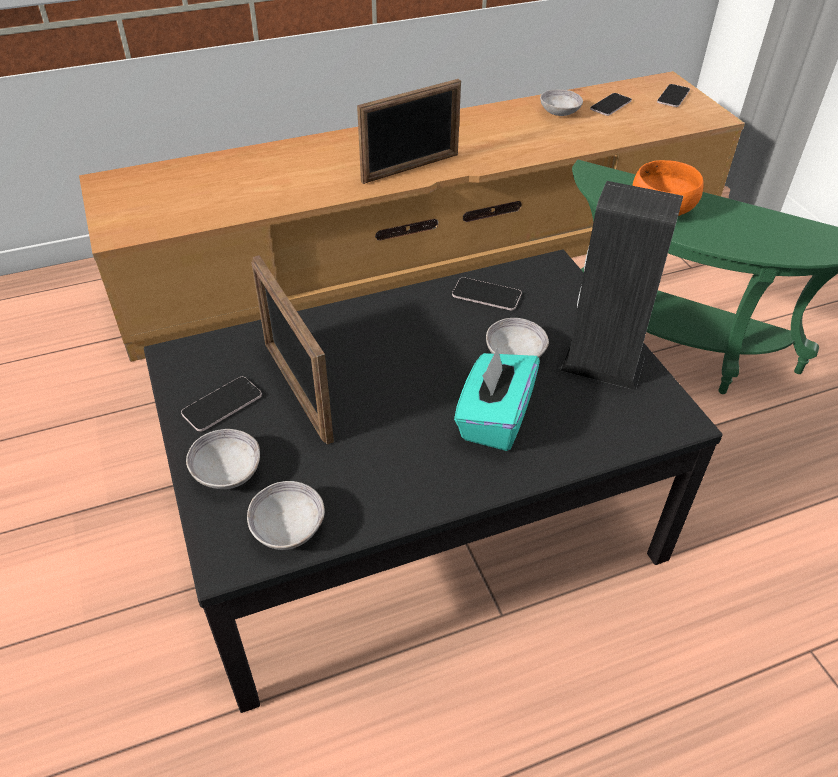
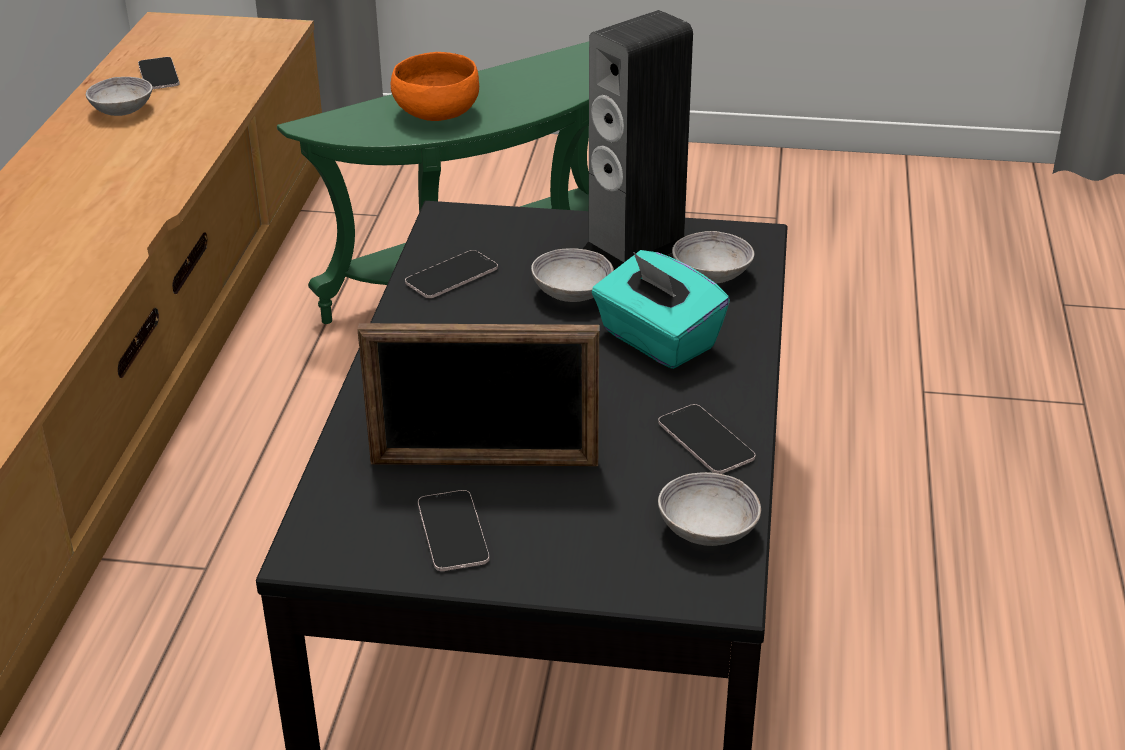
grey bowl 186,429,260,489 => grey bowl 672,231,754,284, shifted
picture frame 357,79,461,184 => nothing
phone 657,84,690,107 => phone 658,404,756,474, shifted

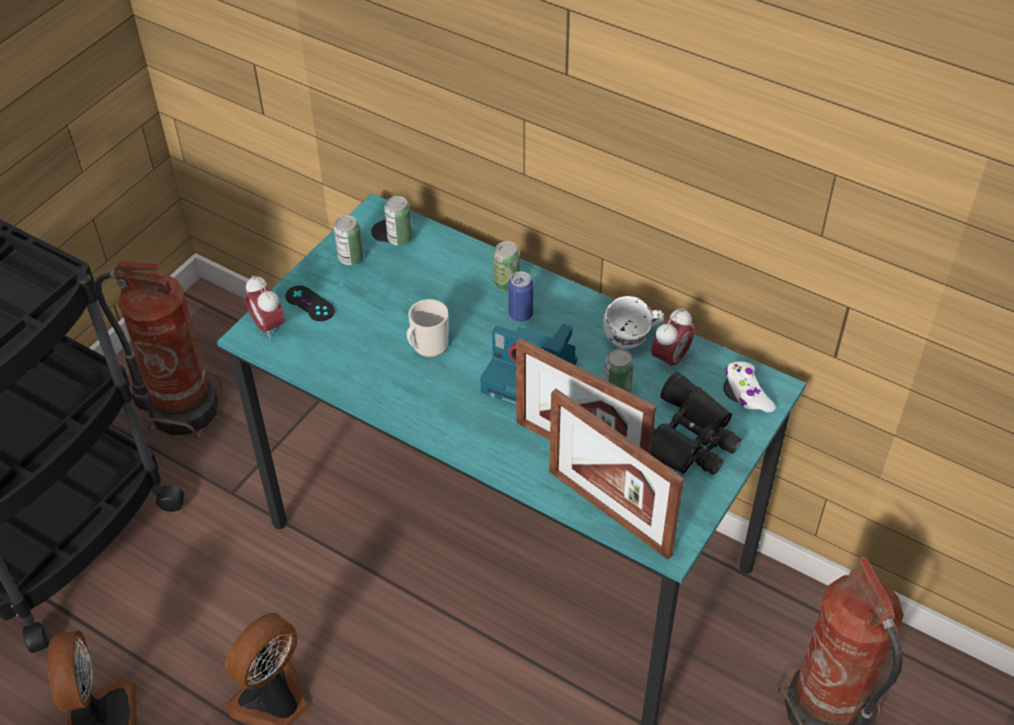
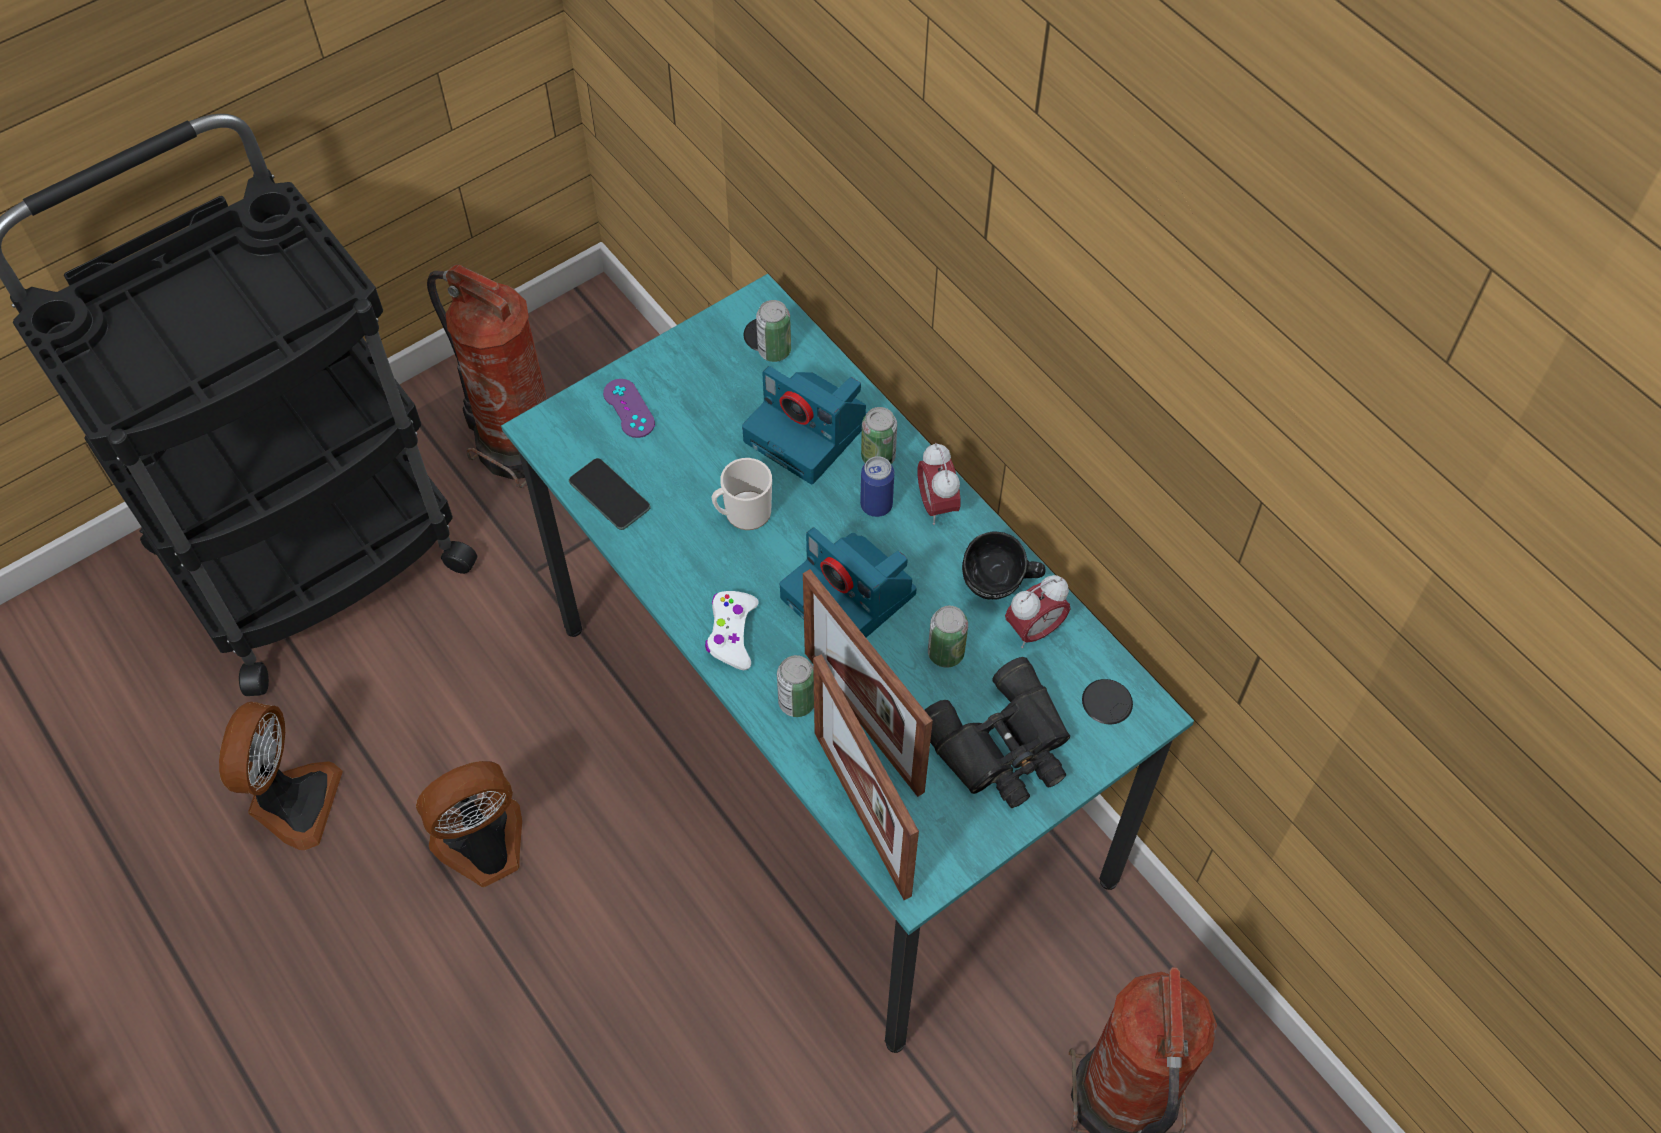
alarm clock 245,275,285,340 => alarm clock 917,443,960,525, shifted
black game controller 286,285,335,321 => purple game controller 603,379,655,438
can 334,215,364,265 => can 777,655,814,717, shifted
white mug 603,296,664,349 => black mug 962,531,1046,600
white game controller 726,362,776,412 => white game controller 705,591,759,670, shifted
nothing => phone 569,458,651,530
nothing => photo camera 742,366,867,484

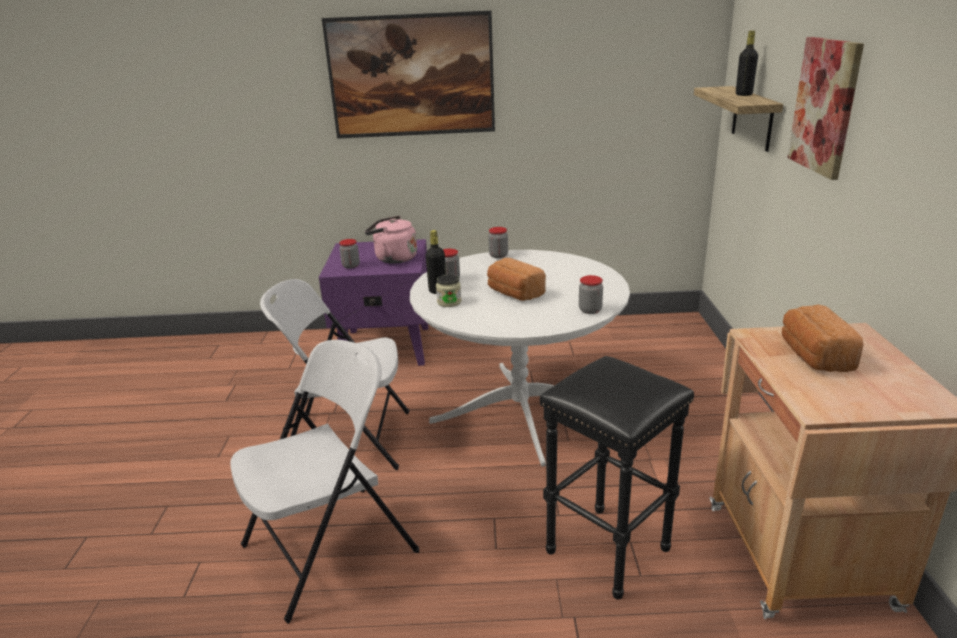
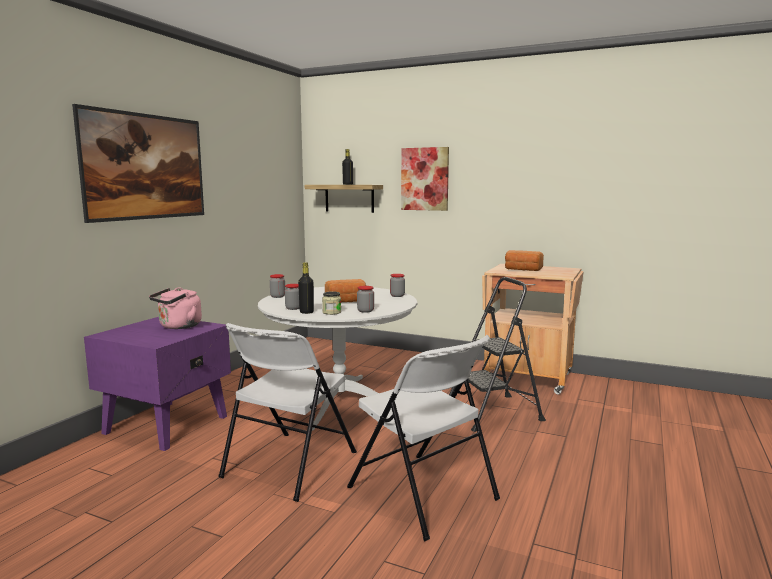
white chair 230,340,419,624 => white chair 347,335,500,542, 150 degrees clockwise
jar 339,239,360,269 => jar 357,286,374,313, shifted
black stool 540,356,694,600 => black step ladder 449,277,546,432

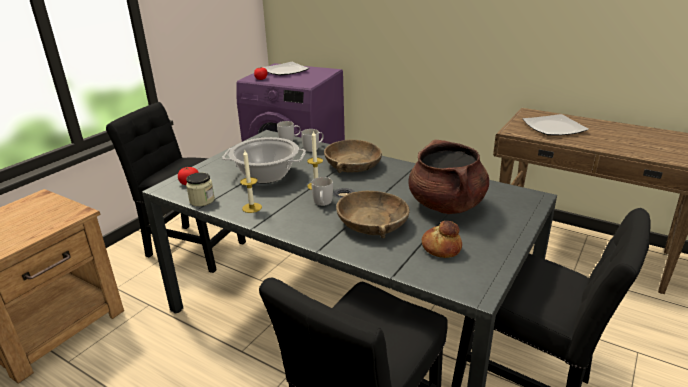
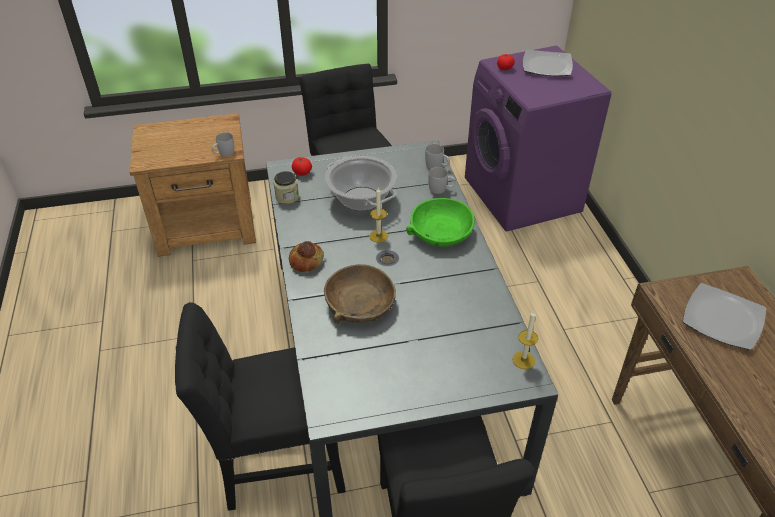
candle 240,150,262,213 => candle 512,311,538,369, shifted
white mug 311,177,333,206 => white mug 212,132,234,156, shifted
brown bowl 324,140,382,173 => green bowl 406,198,475,247
brown cooking pot 409,140,489,214 => nothing
bread 422,221,462,258 => bread 289,241,324,272, shifted

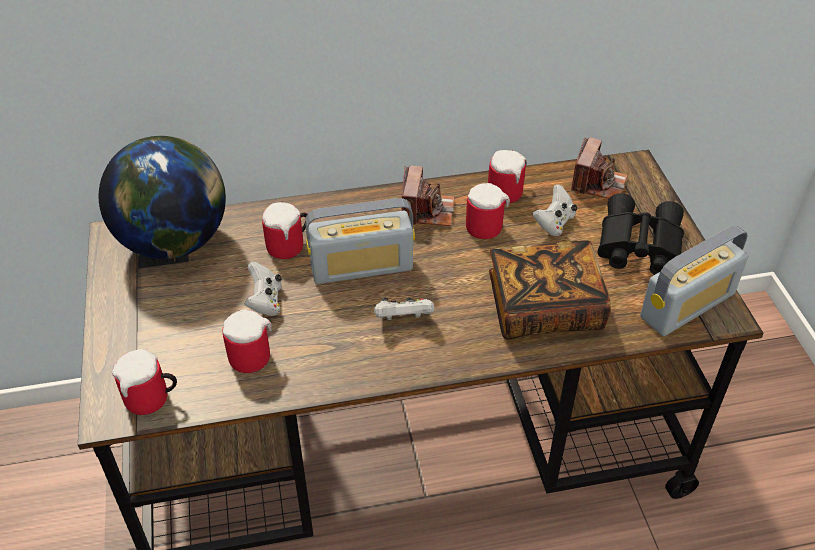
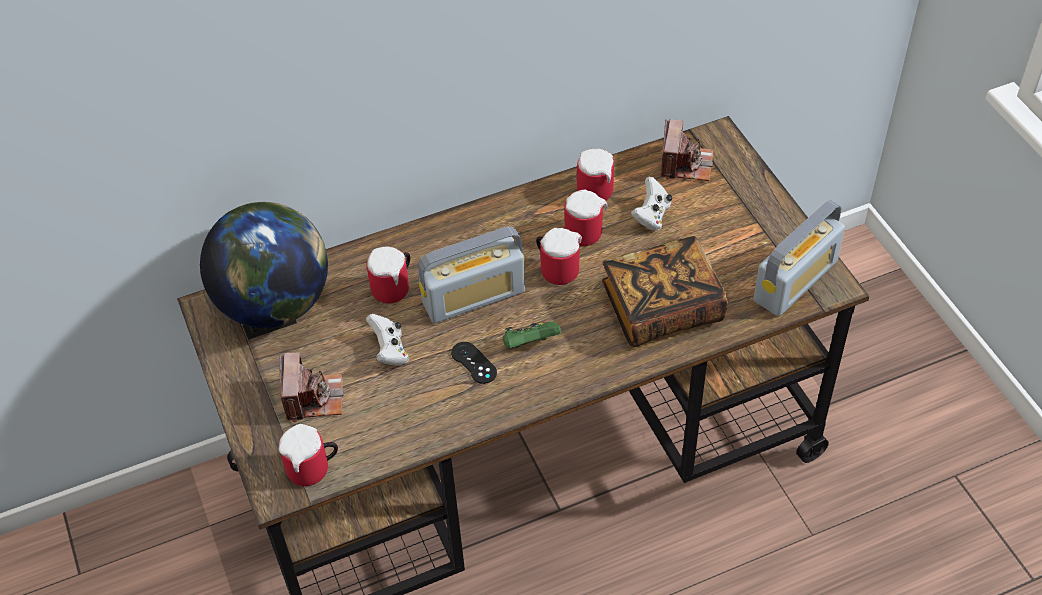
mug 222,309,272,373 => mug 536,228,582,285, shifted
white game controller 374,298,434,320 => green game controller 503,321,561,348
photo camera 402,165,455,226 => photo camera 279,352,344,423, shifted
black binoculars 598,193,684,275 => nothing
nothing => black game controller 451,342,497,384

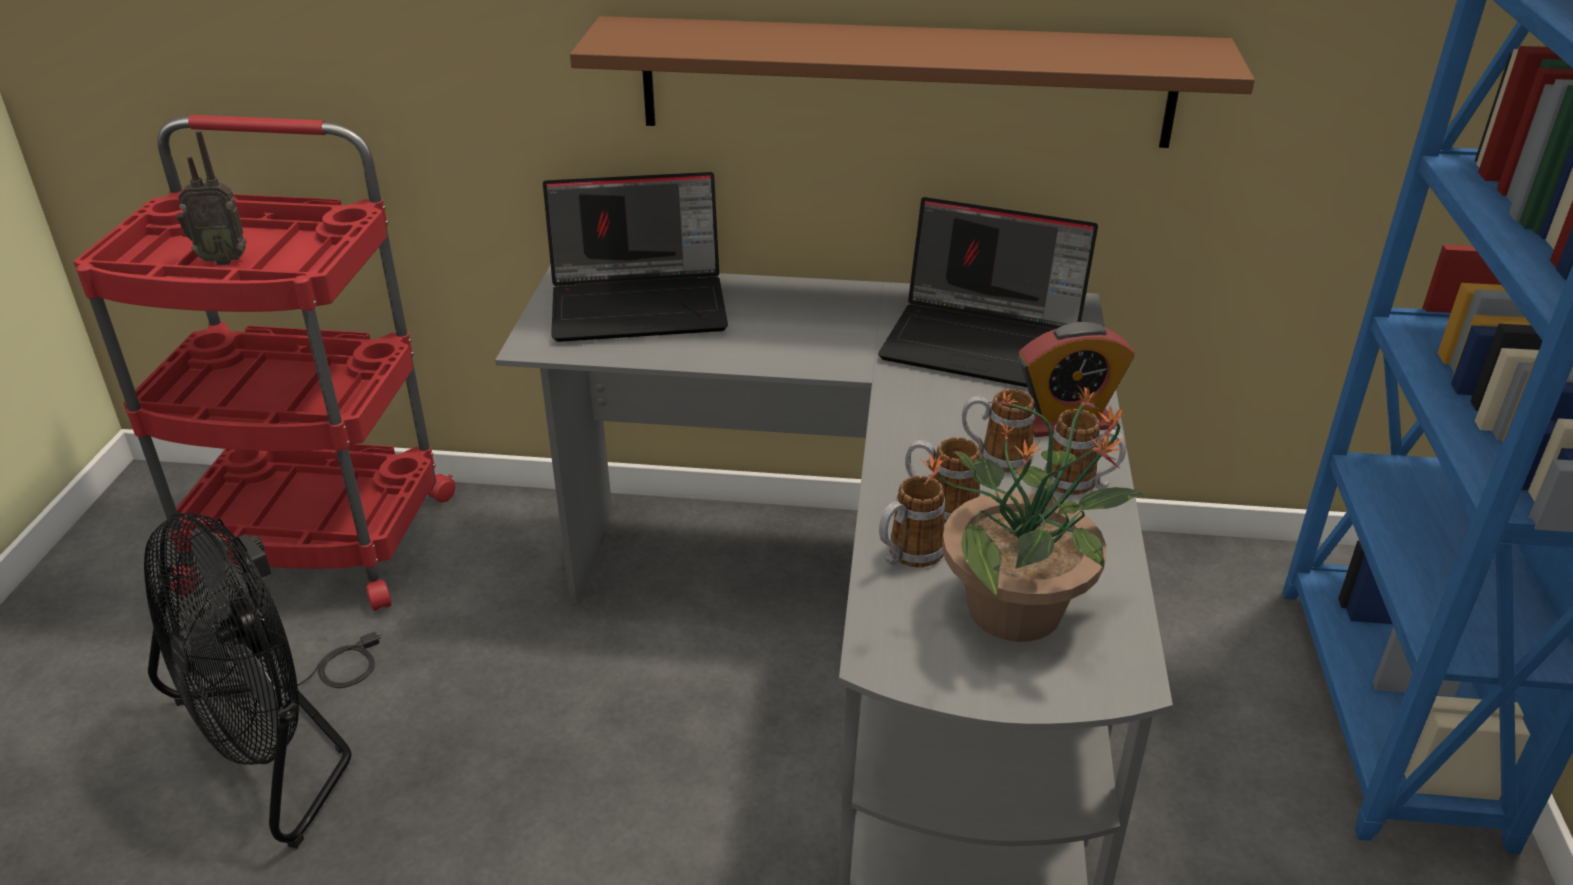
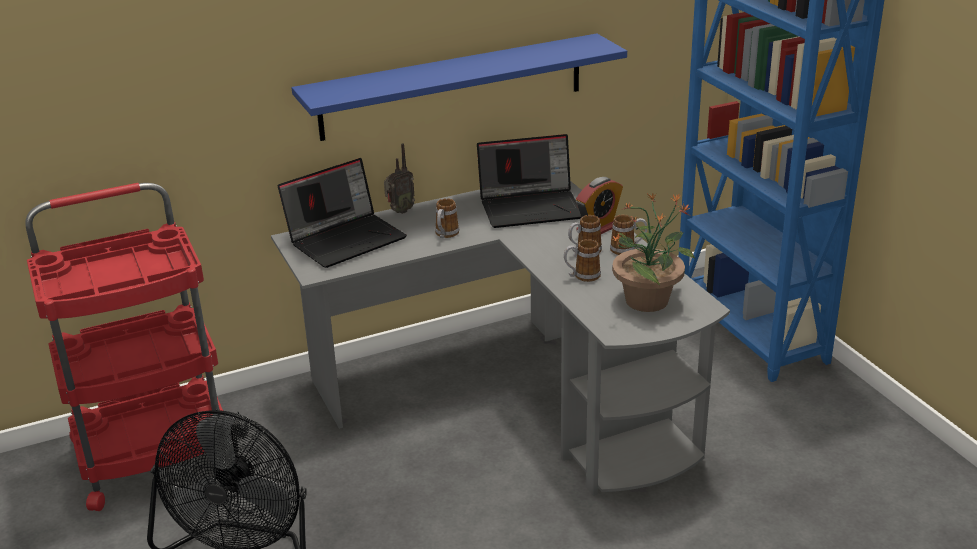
radio 176,130,247,265 => radio 384,143,415,214, shifted
brown shelf 570,16,1255,148 => blue shelf 291,34,627,141
mug 879,476,945,567 => mug 435,198,459,238, shifted

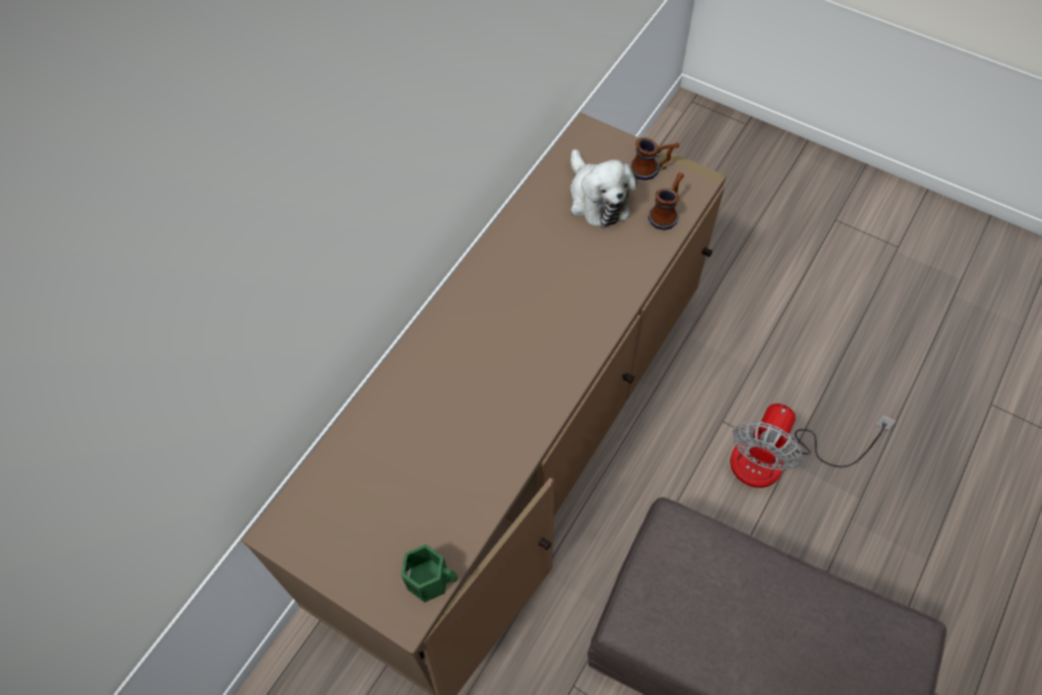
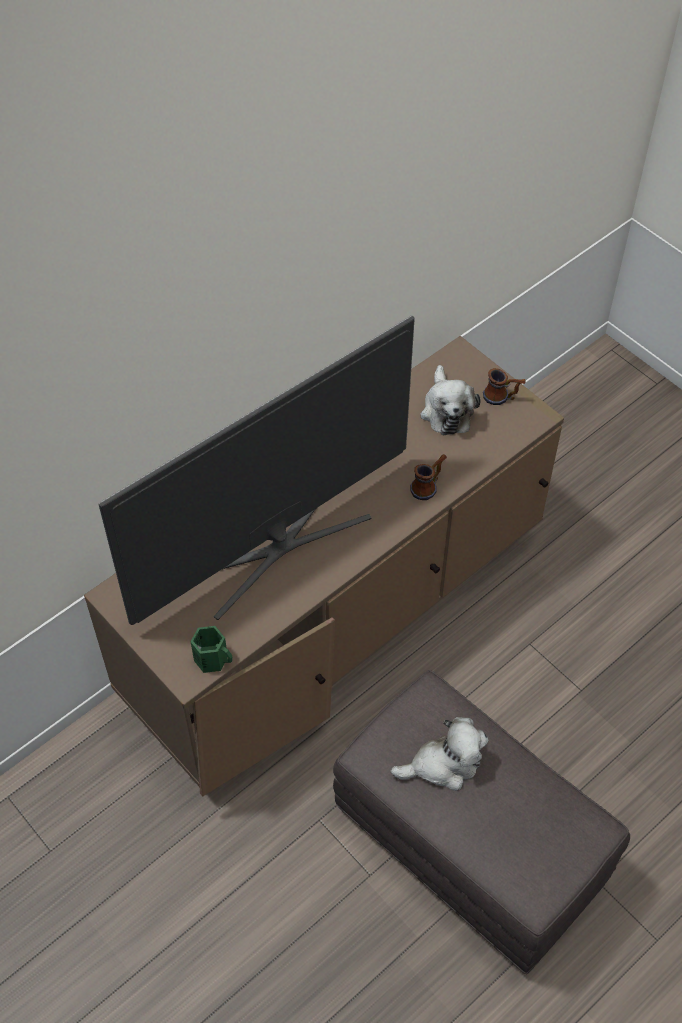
mug 648,173,684,230 => mug 410,454,447,500, shifted
fan 730,403,896,488 => nothing
nothing => television 98,316,415,625
nothing => plush toy 390,717,488,791

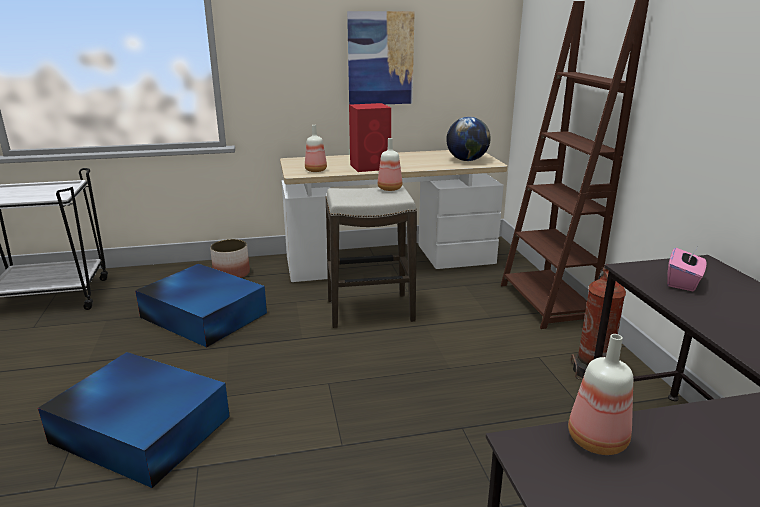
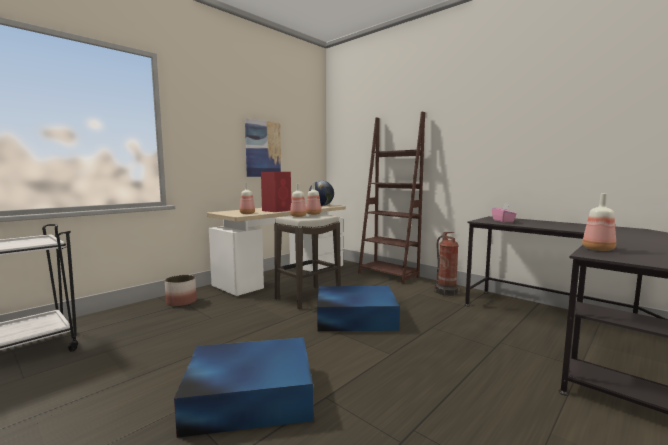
blue storage box 135,264,267,347 => blue storage box 317,286,400,331, shifted
nothing => bottle 290,183,306,217

